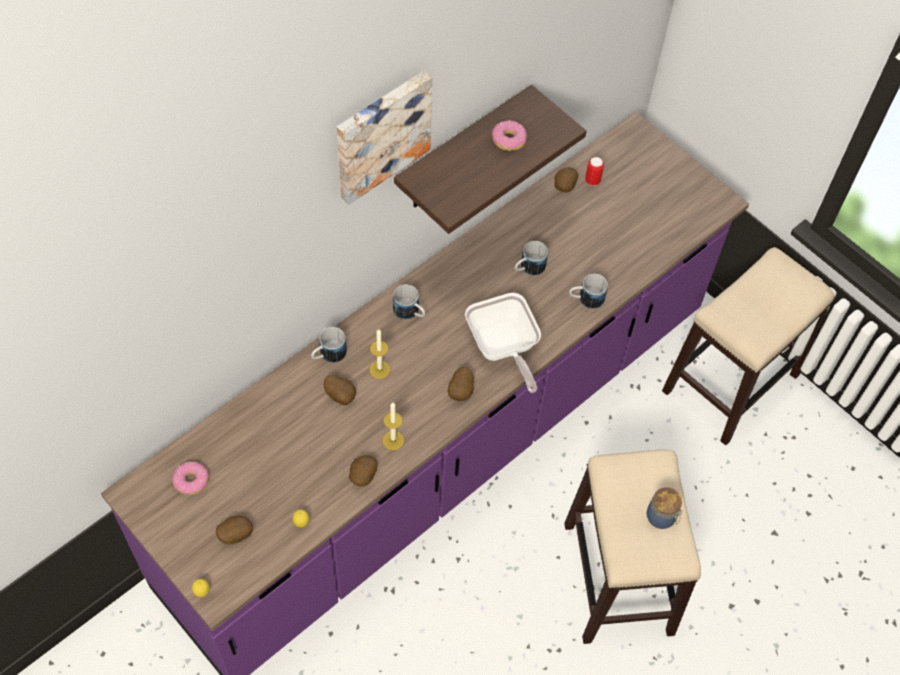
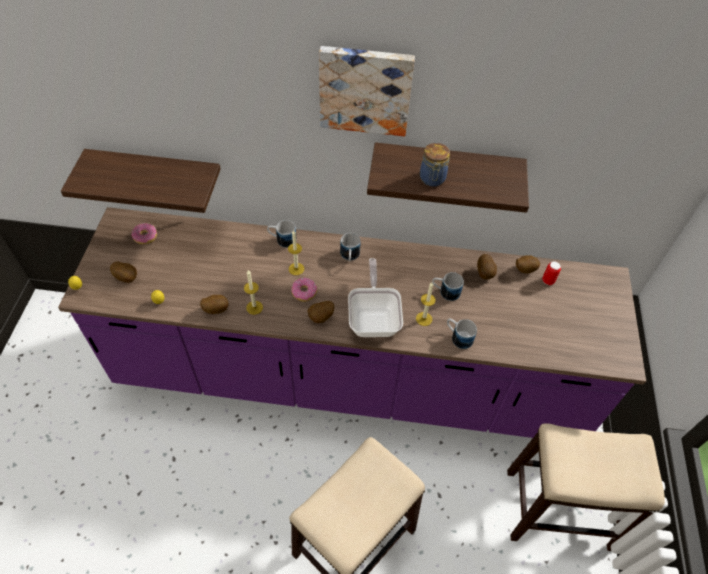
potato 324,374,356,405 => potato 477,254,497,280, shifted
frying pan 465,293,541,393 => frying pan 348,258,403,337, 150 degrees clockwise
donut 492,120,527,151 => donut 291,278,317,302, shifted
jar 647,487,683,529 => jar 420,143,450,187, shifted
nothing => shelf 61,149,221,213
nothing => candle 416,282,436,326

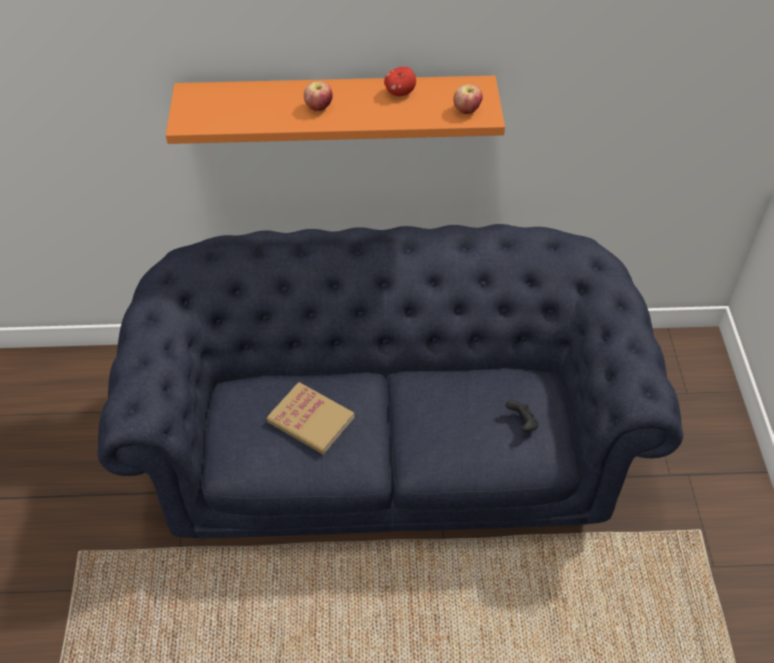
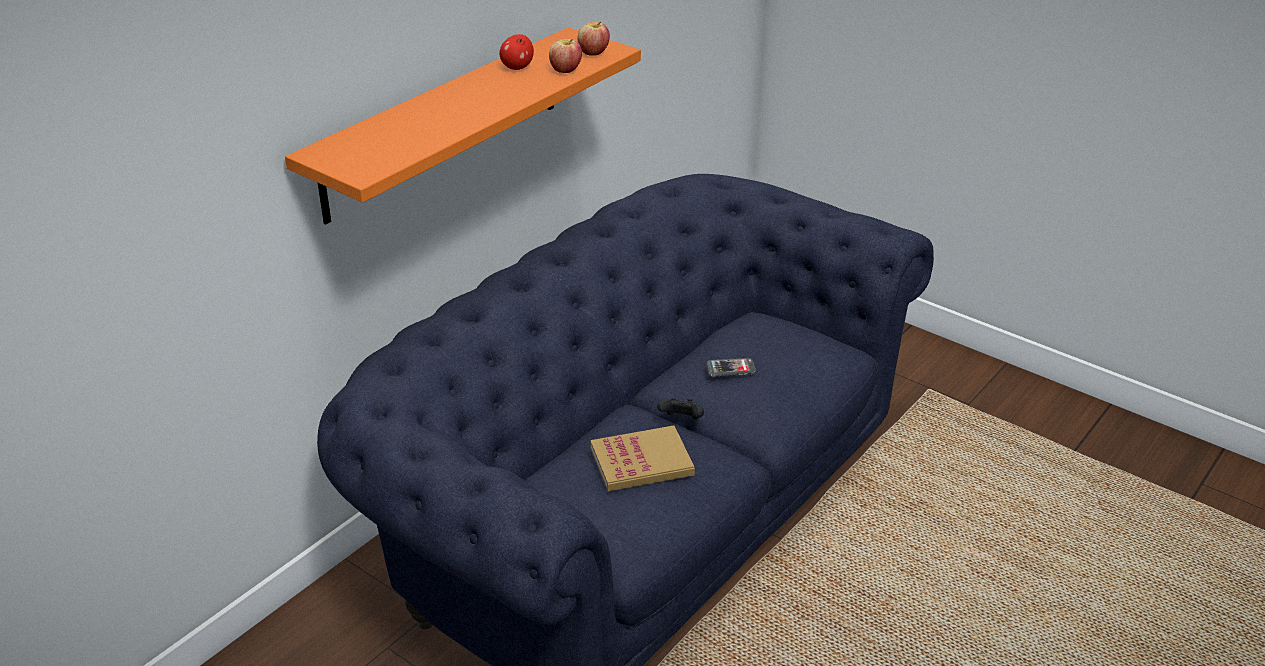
apple 304,81,333,111 => apple 549,39,582,73, shifted
black game controller 506,400,539,432 => black game controller 657,398,704,419, shifted
nothing => phone 706,358,756,377

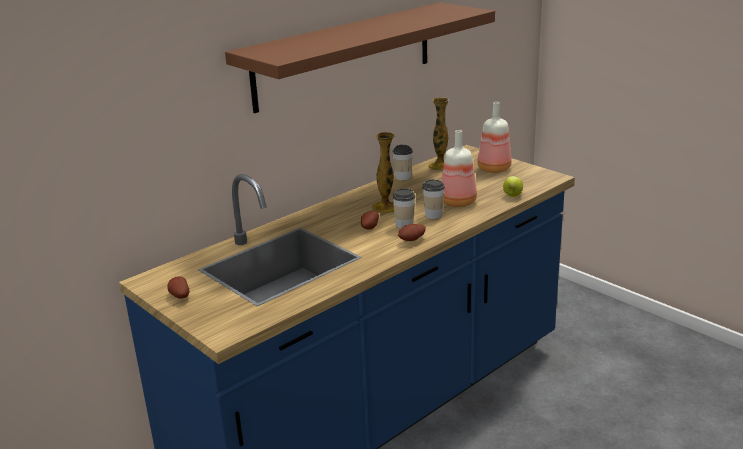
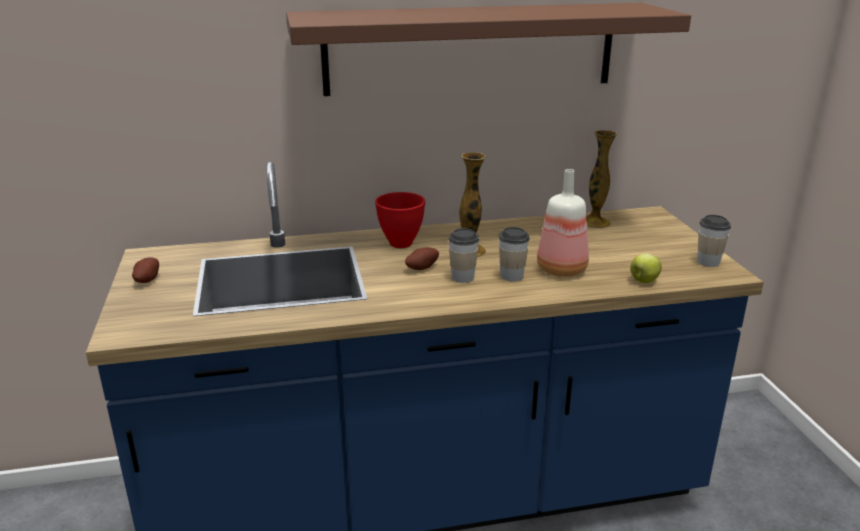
cup 393,145,413,180 => cup 697,215,731,267, shifted
potato 398,224,426,241 => nothing
bottle 477,102,512,173 => nothing
nothing => red bowl 375,192,425,248

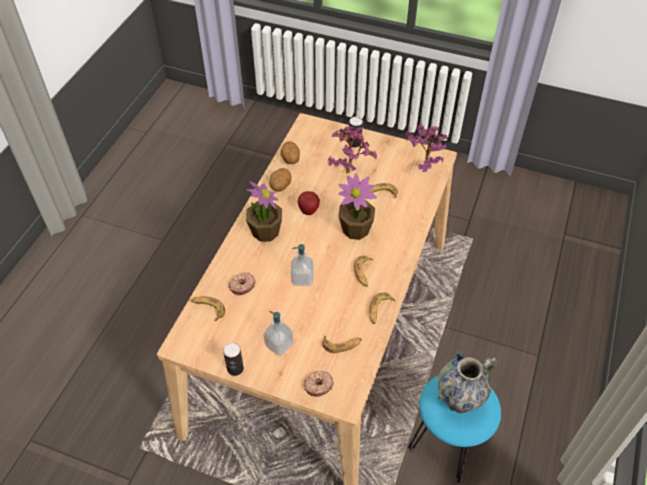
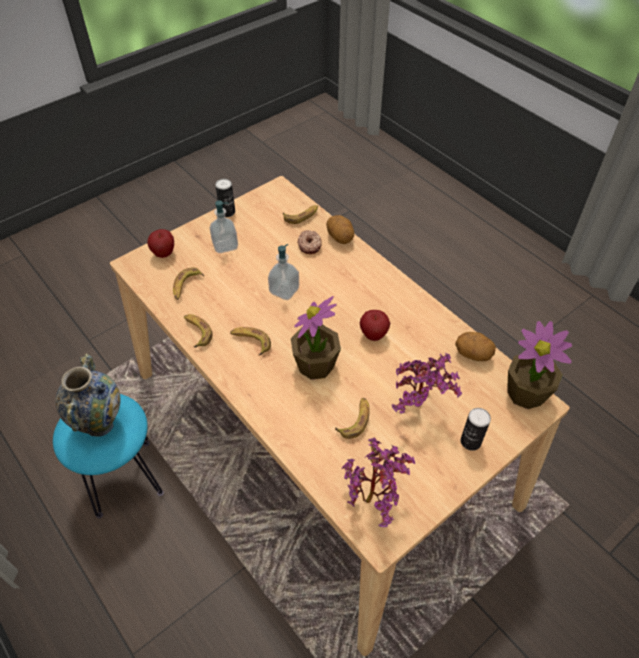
potted plant 246,181,282,242 => potted plant 507,321,572,409, shifted
potato 269,168,292,192 => potato 326,215,354,244, shifted
donut 303,371,333,397 => apple 147,229,174,258

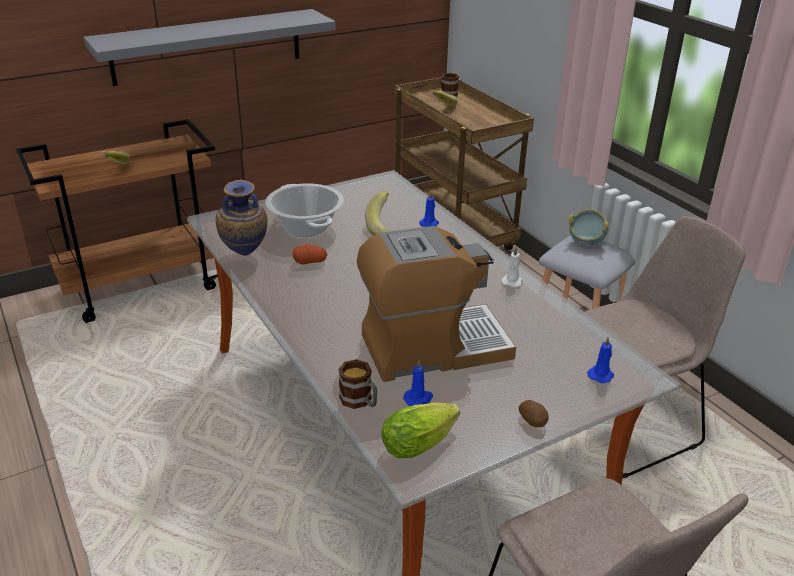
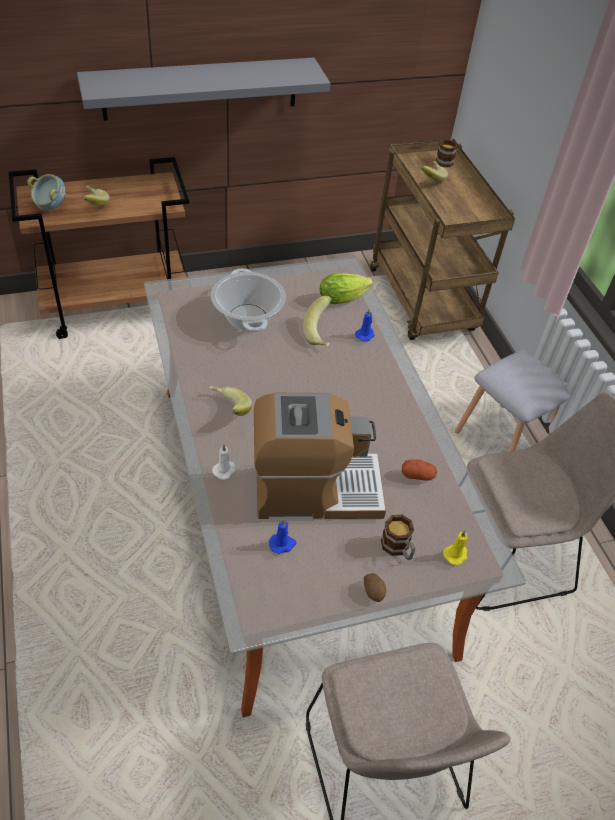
vase 216,180,268,256 => nothing
potato 293,244,327,265 => potato 402,459,437,480, shifted
mug 338,359,377,409 => mug 381,515,415,560, shifted
lettuce 382,403,460,458 => lettuce 320,273,373,304, shifted
white candle 501,247,523,287 => white candle 212,445,236,480, shifted
bowl 568,209,608,246 => bowl 27,174,67,210, shifted
blue candle 587,336,614,383 => yellow candle 443,531,468,565
nothing => banana 209,385,252,416

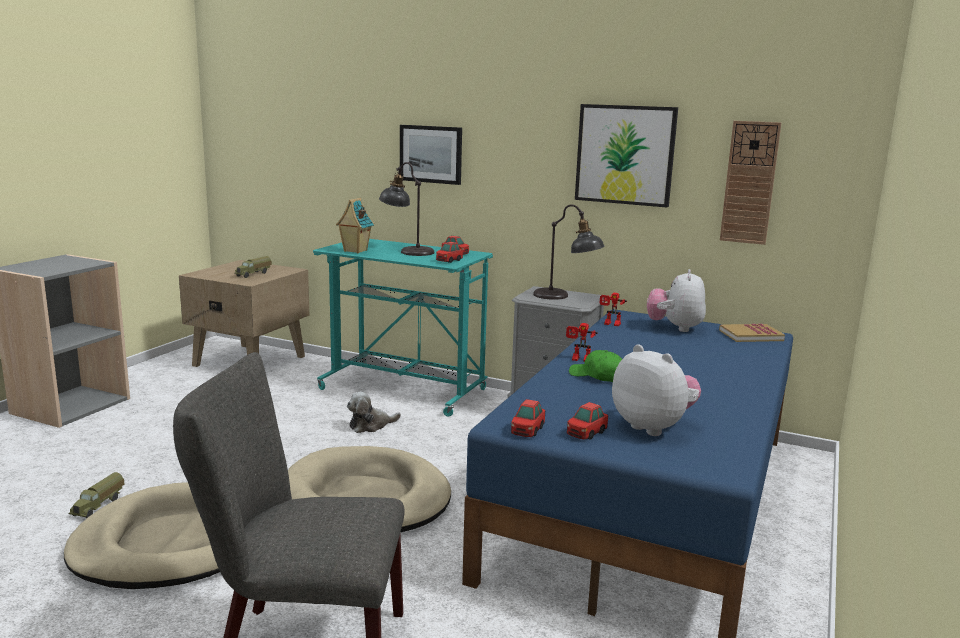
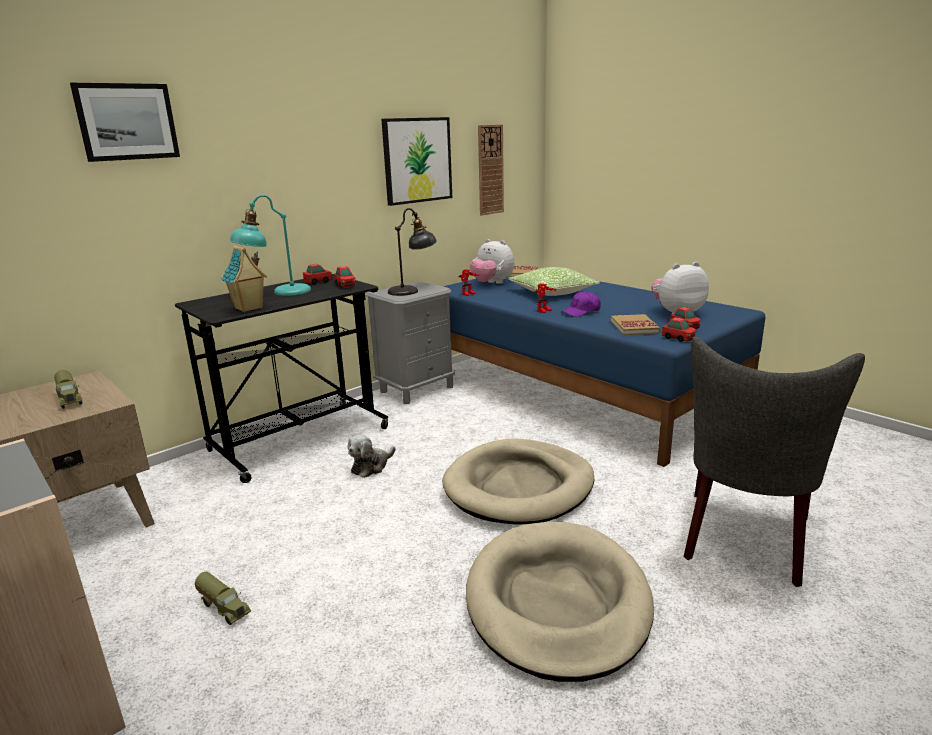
toy truck 69,472,125,518 => toy truck 195,572,251,625, shifted
turquoise desk 313,239,493,417 => black desk 175,274,388,483
plush toy 347,392,401,433 => plush toy 347,435,396,478, 45 degrees clockwise
grey table lamp 379,162,434,256 => turquoise table lamp 229,195,311,296
picture 400,125,462,185 => picture 70,83,180,162, shifted
green cap 569,350,622,382 => purple cap 561,291,601,317
nothing => pillow 508,267,600,296
nothing => book 611,314,661,335

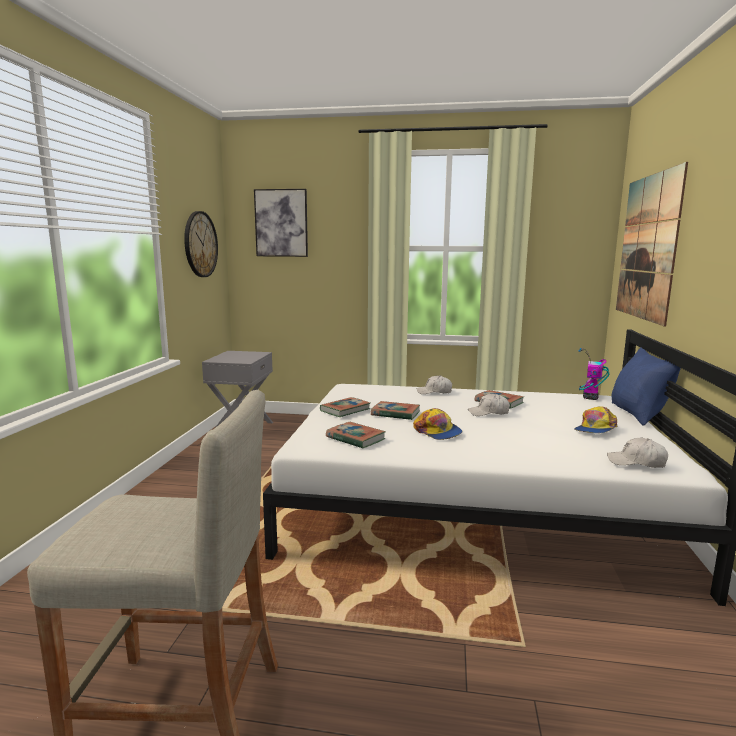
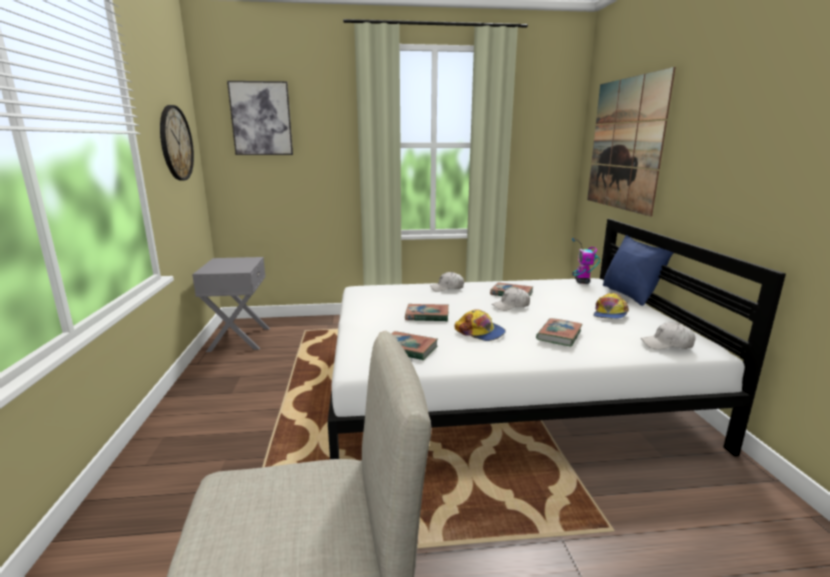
book 320,397,370,417 => book 536,318,583,346, shifted

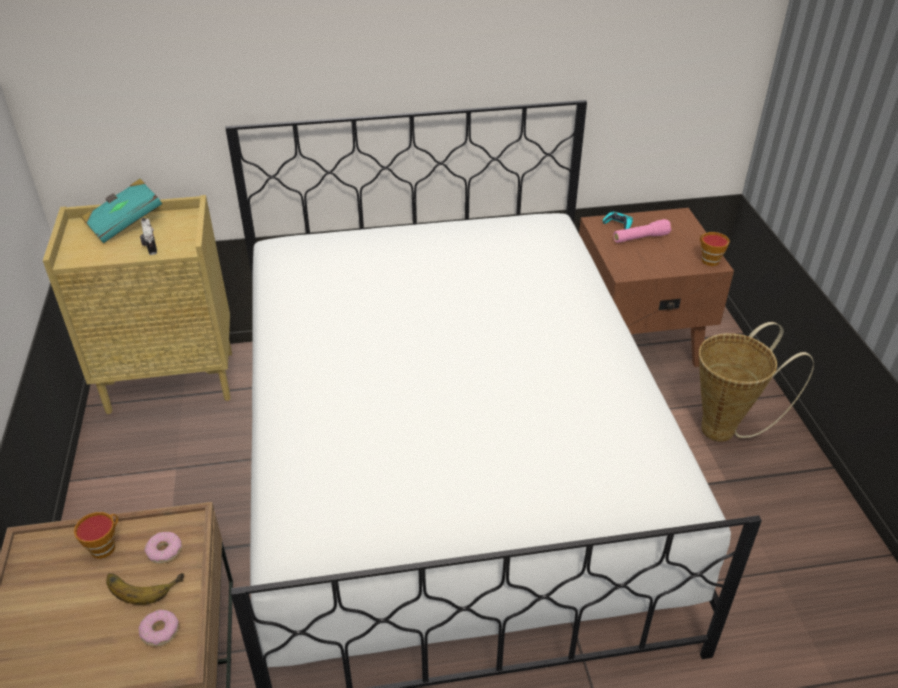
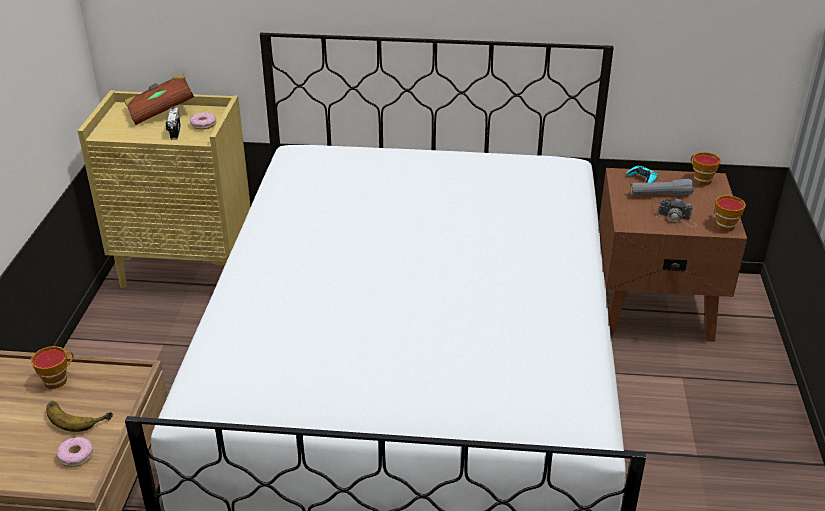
turquoise book 81,179,162,243 => brown book 125,73,194,125
donut 144,532,182,564 => donut 190,112,216,130, shifted
pink flashlight 613,219,671,243 => grey flashlight 630,179,694,195
basket 699,322,814,442 => nothing
nothing => photo camera 656,199,697,227
nothing => cup 691,152,721,185

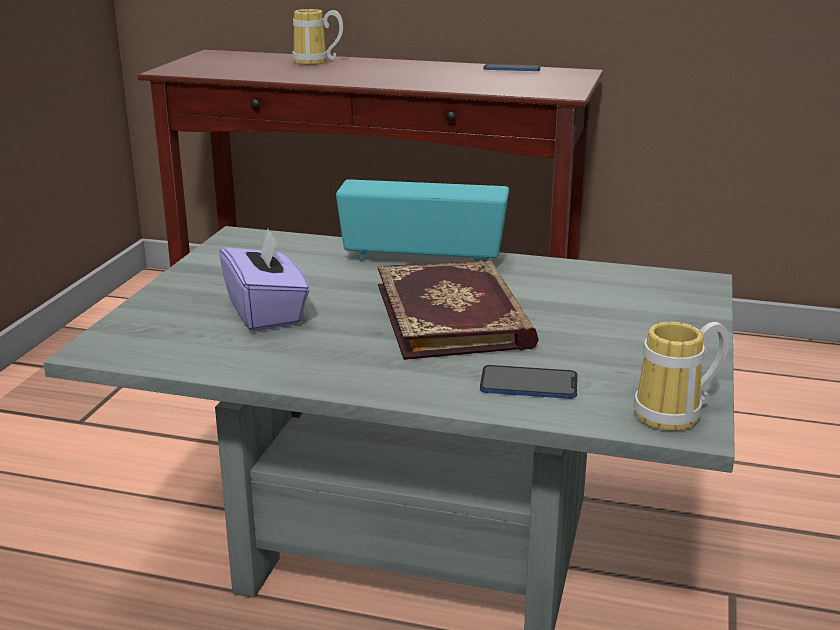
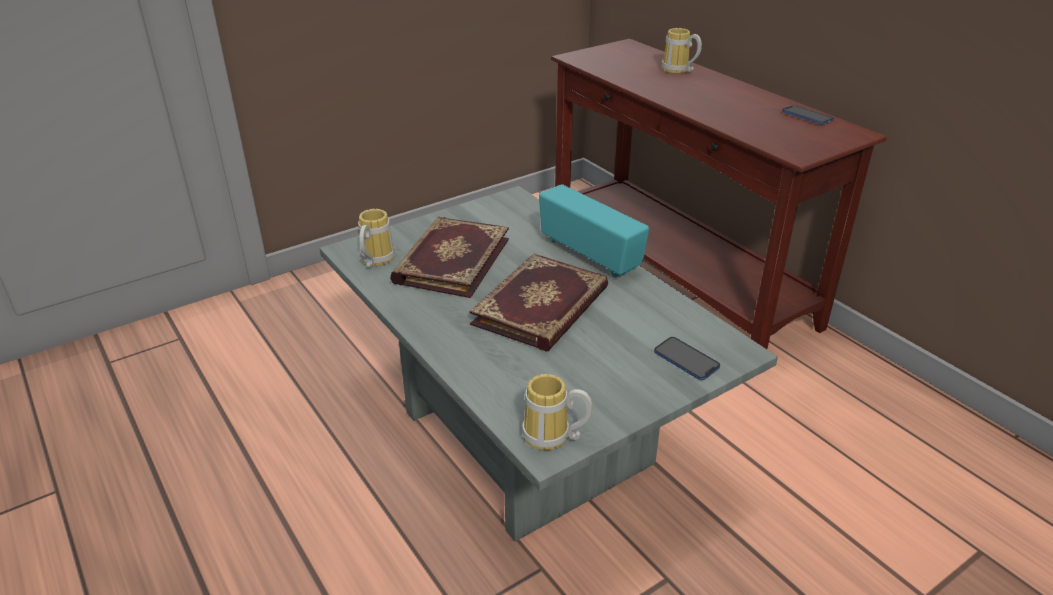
purple tissue box 219,229,310,332 => book 390,217,509,298
phone 480,365,577,399 => phone 654,337,720,380, shifted
nothing => mug 358,209,395,268

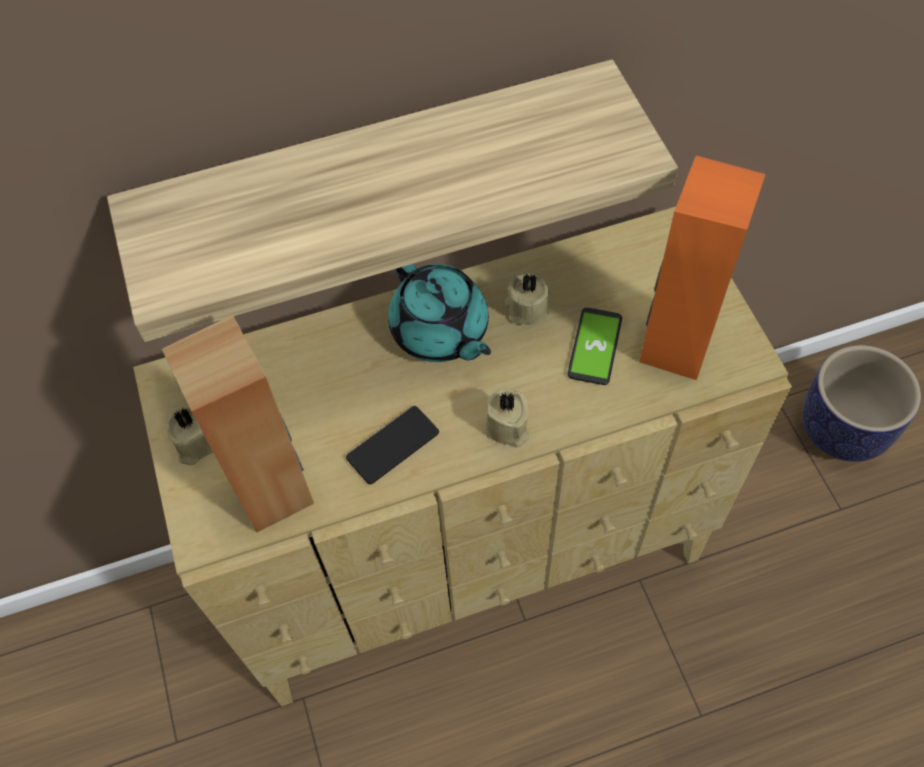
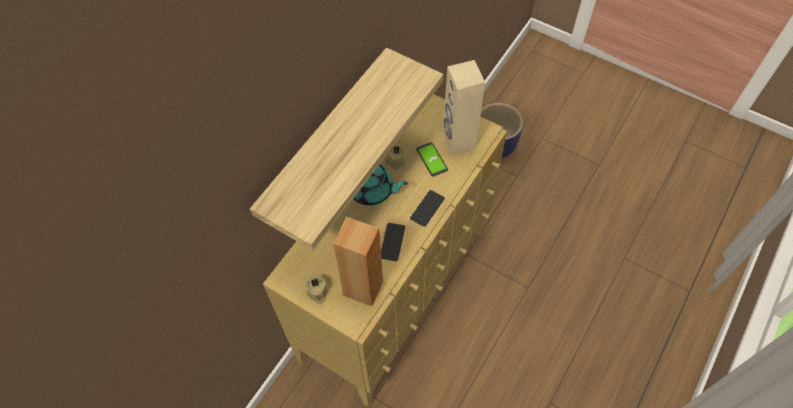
beige candle 485,389,529,448 => phone 410,190,445,227
orange speaker 639,156,766,380 => beige speaker 443,60,485,155

